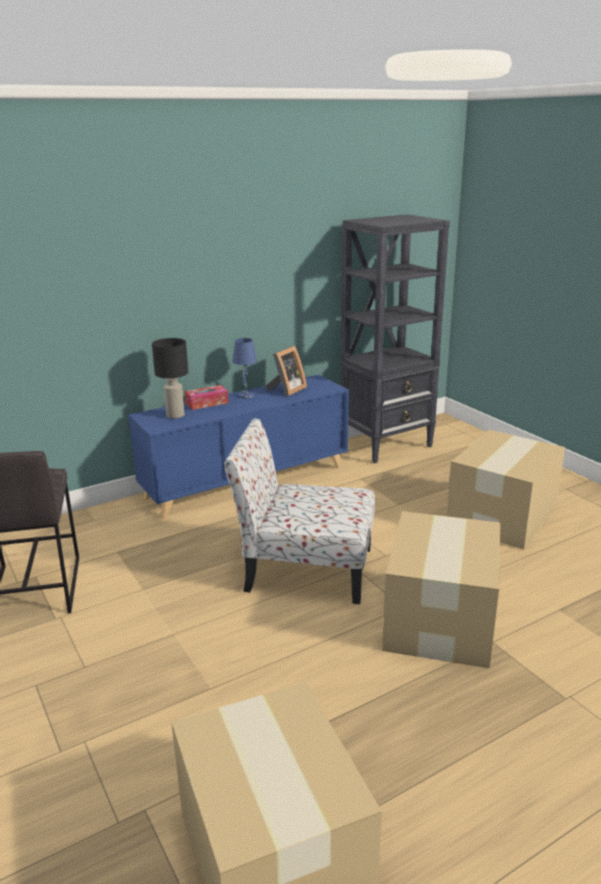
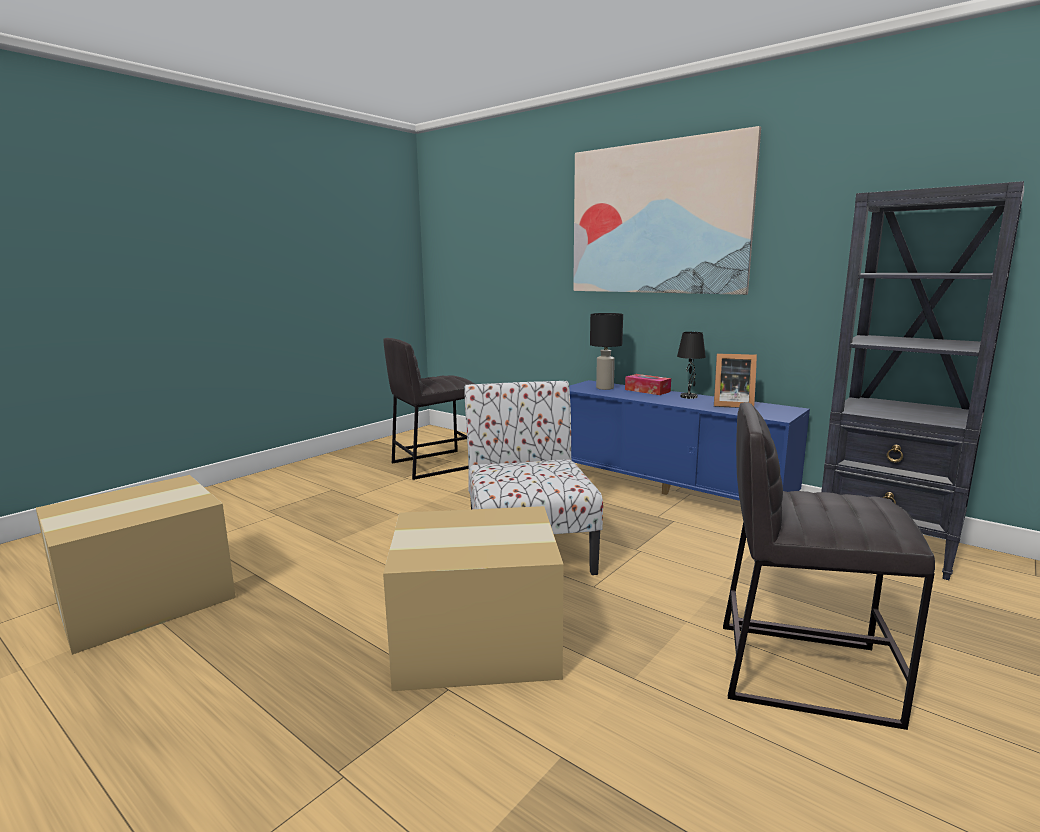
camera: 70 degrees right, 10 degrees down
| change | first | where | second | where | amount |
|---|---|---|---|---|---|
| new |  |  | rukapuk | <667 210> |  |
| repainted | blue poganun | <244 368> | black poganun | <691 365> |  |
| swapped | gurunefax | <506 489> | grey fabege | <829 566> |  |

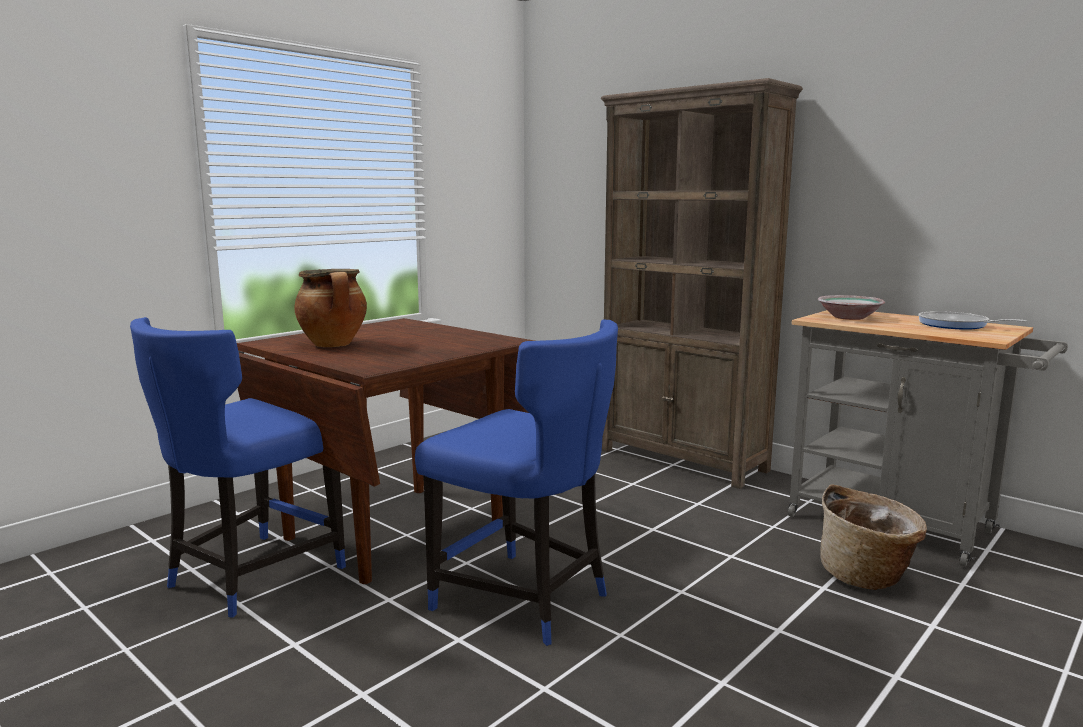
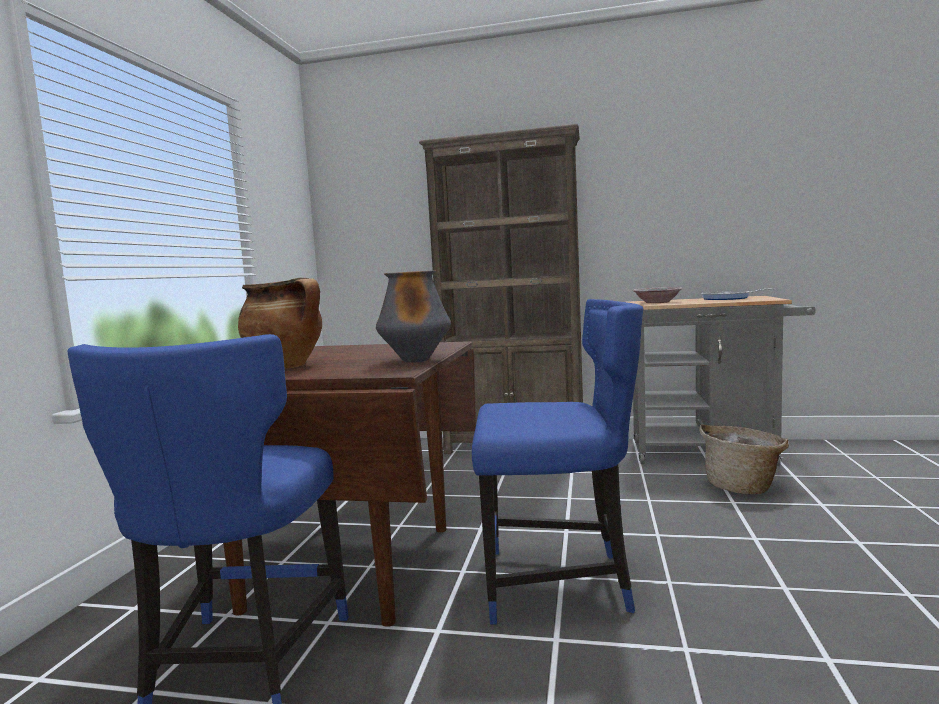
camera: 30 degrees left, 5 degrees down
| change | first | where | second | where | amount |
|---|---|---|---|---|---|
| new |  |  | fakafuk | <413 316> |  |

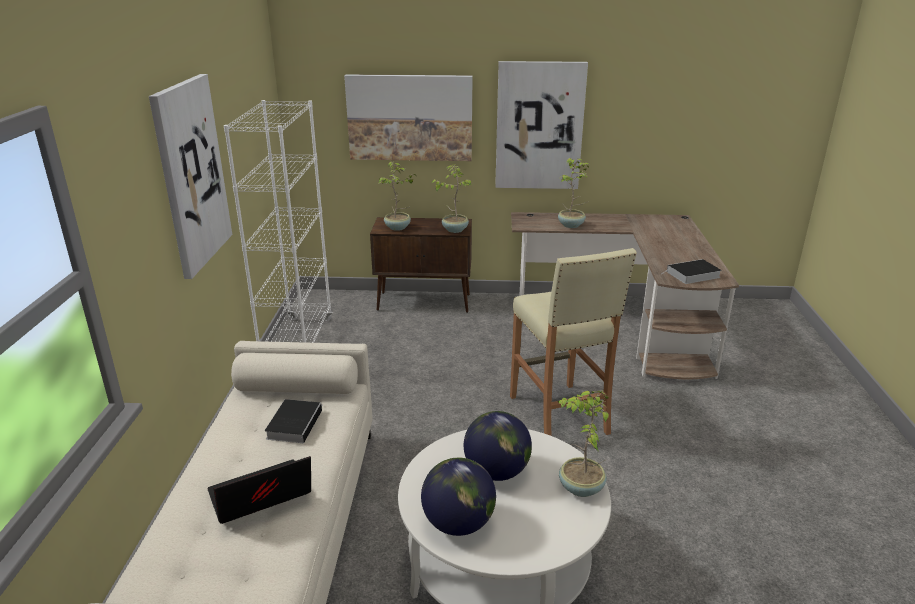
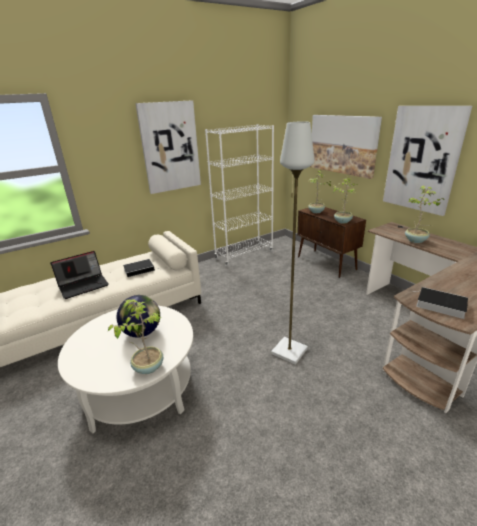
camera: 55 degrees right, 0 degrees up
| change | first | where | second | where | amount |
|---|---|---|---|---|---|
| rotated | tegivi | <259 490> |  | <79 275> | 120 degrees clockwise |
| swapped | beige fabege | <573 342> | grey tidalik | <292 243> |  |
| gone | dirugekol | <458 497> |  |  |  |

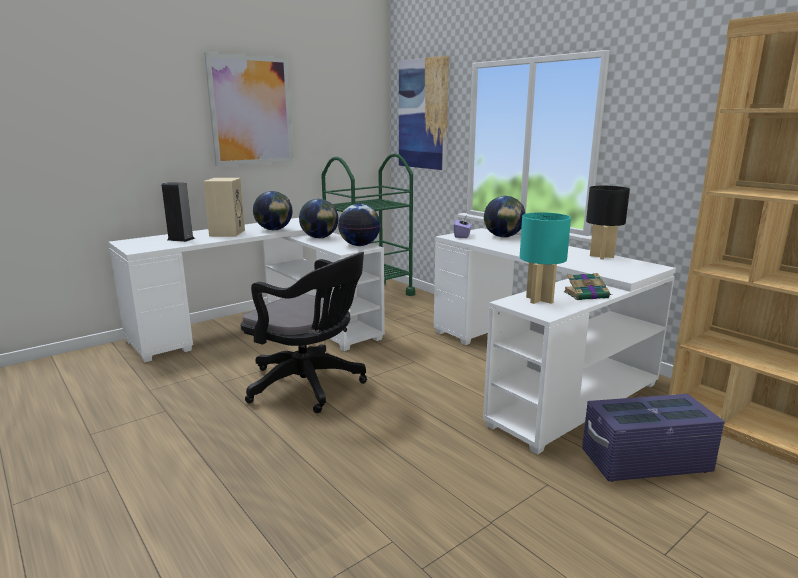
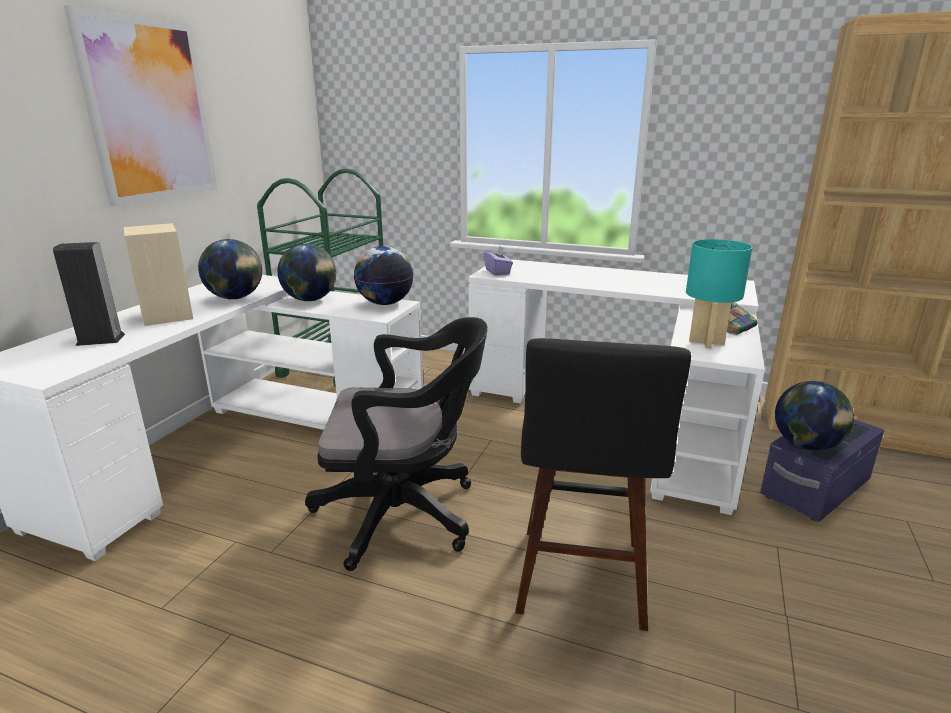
camera: 30 degrees left, 5 degrees up
| change | first | where | second | where | amount |
|---|---|---|---|---|---|
| new |  |  | black fabege | <603 484> |  |
| shifted | dirugekol | <504 217> |  | <814 415> |  |
| gone | rukapuk | <424 112> |  |  |  |
| gone | black poganun | <608 223> |  |  |  |

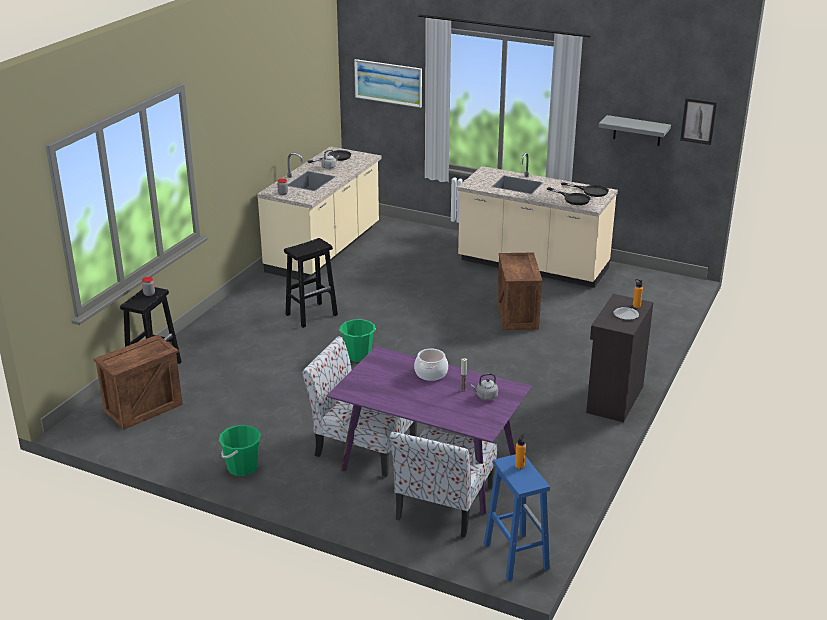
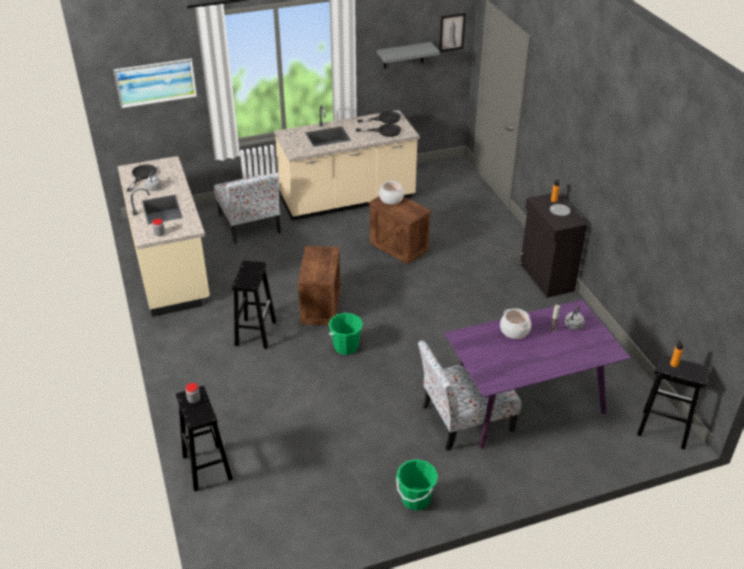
camera: 45 degrees left, 10 degrees up
| change | first | where | second | where | amount |
|---|---|---|---|---|---|
| shifted | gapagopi | <443 483> |  | <247 208> |  |
| shifted | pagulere | <138 382> |  | <319 285> |  |
| new |  |  | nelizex | <391 192> |  |
| repainted | blue fabege | <517 517> | black fabege | <673 402> |  |

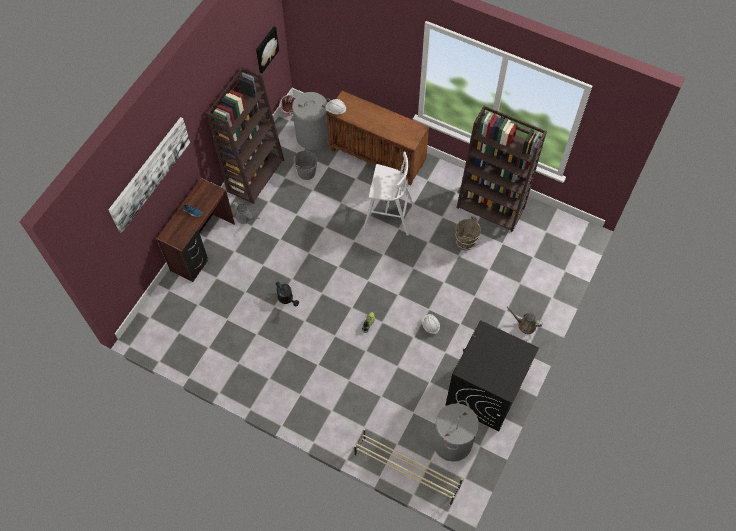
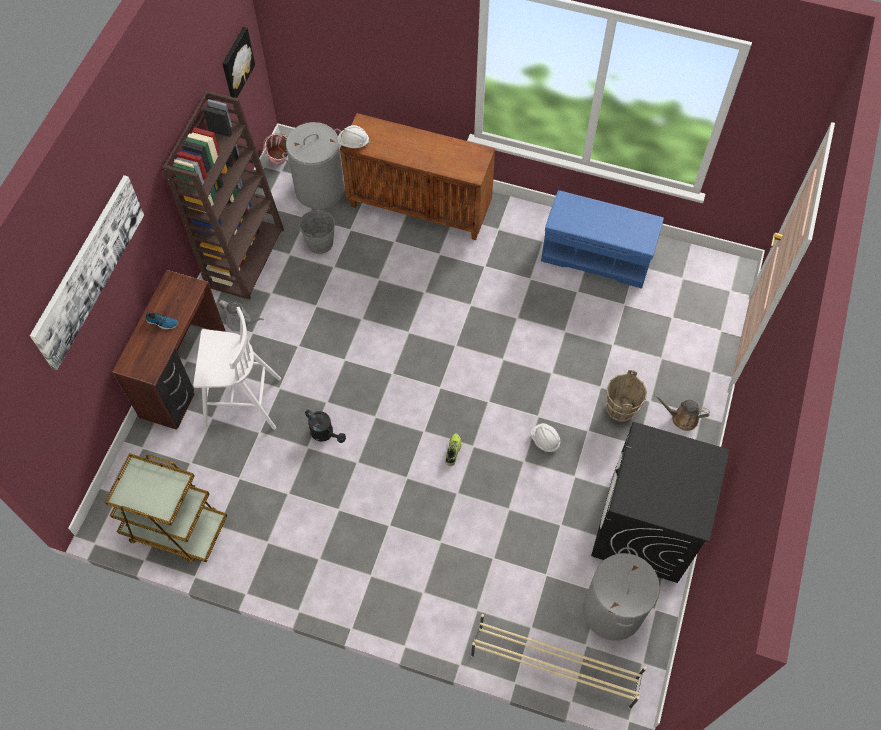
camera: 10 degrees left, 0 degrees up
| change | first | where | second | where | amount |
|---|---|---|---|---|---|
| new |  |  | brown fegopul | <166 507> |  |
| shifted | white fabege | <389 194> |  | <237 368> |  |
| swapped | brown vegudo | <502 169> | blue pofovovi | <602 239> |  |
| shifted | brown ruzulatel | <468 233> |  | <626 396> |  |

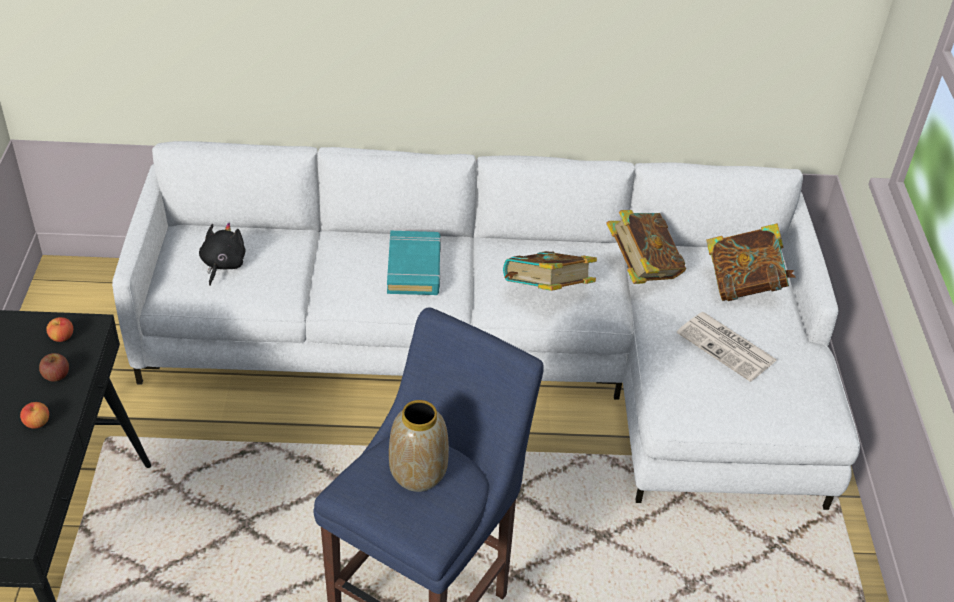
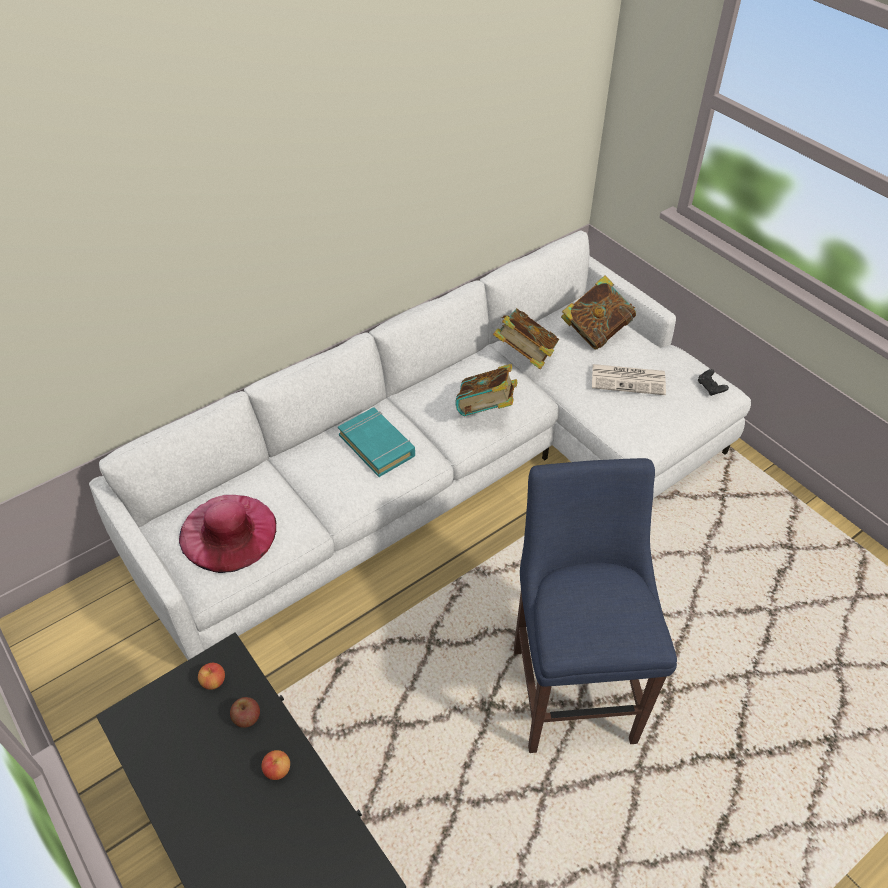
camera: 35 degrees left, 5 degrees up
| change | first | where | second | where | amount |
|---|---|---|---|---|---|
| swapped | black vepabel | <222 254> | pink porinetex | <227 534> |  |
| new |  |  | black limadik | <713 382> |  |
| gone | fakafuk | <419 446> |  |  |  |

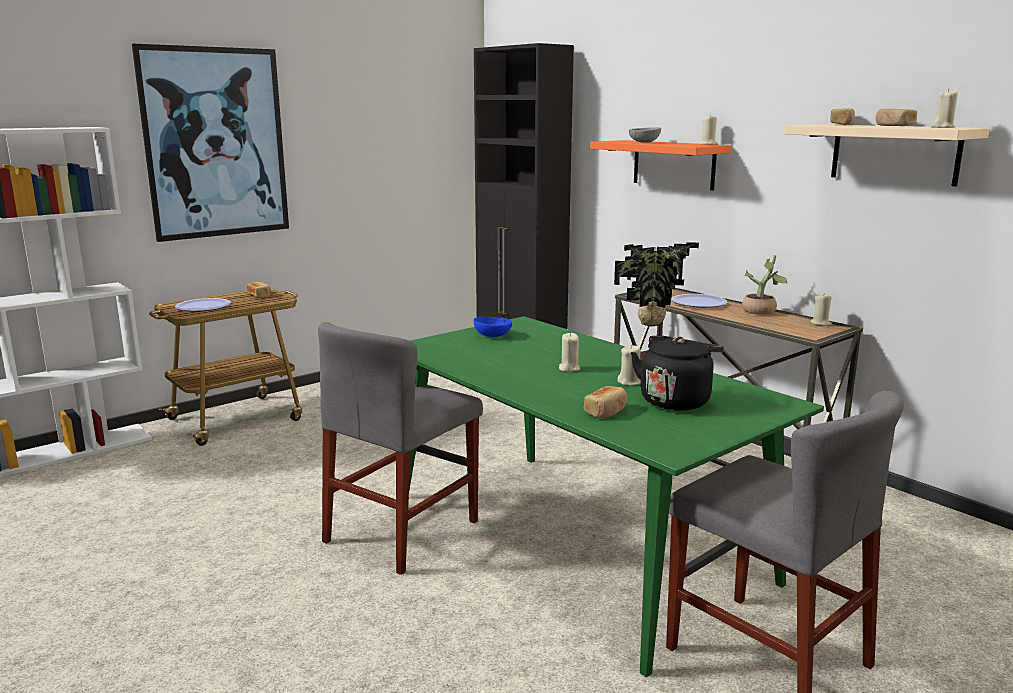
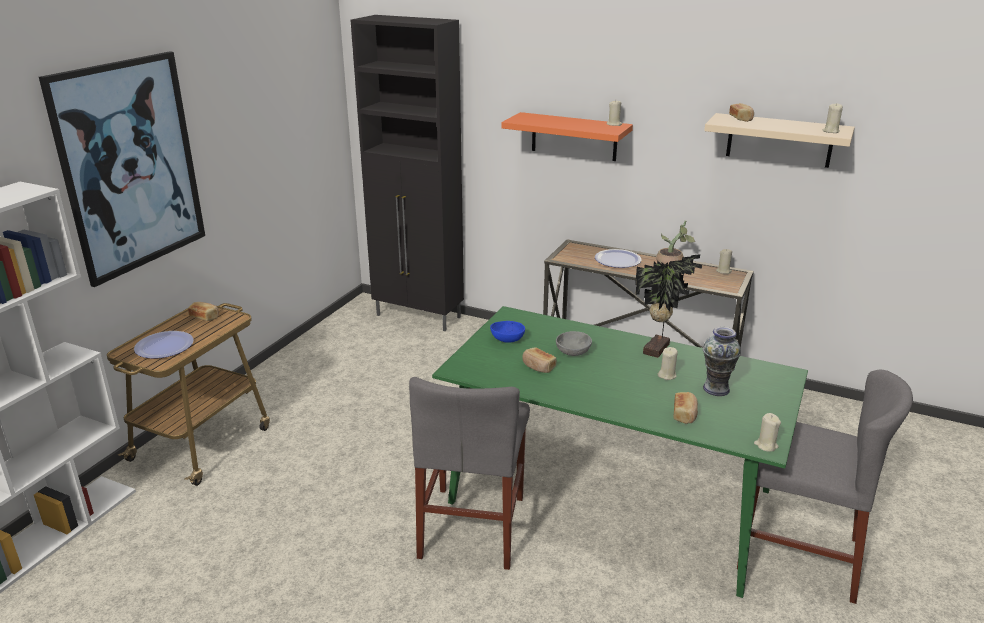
camera: 25 degrees left, 10 degrees up
| change | first | where | second | where | amount |
|---|---|---|---|---|---|
| shifted | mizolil | <896 117> |  | <539 360> |  |
| shifted | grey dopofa | <645 135> |  | <574 343> |  |
| swapped | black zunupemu | <677 373> | fakafuk | <722 361> |  |
| shifted | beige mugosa | <569 352> |  | <767 432> |  |

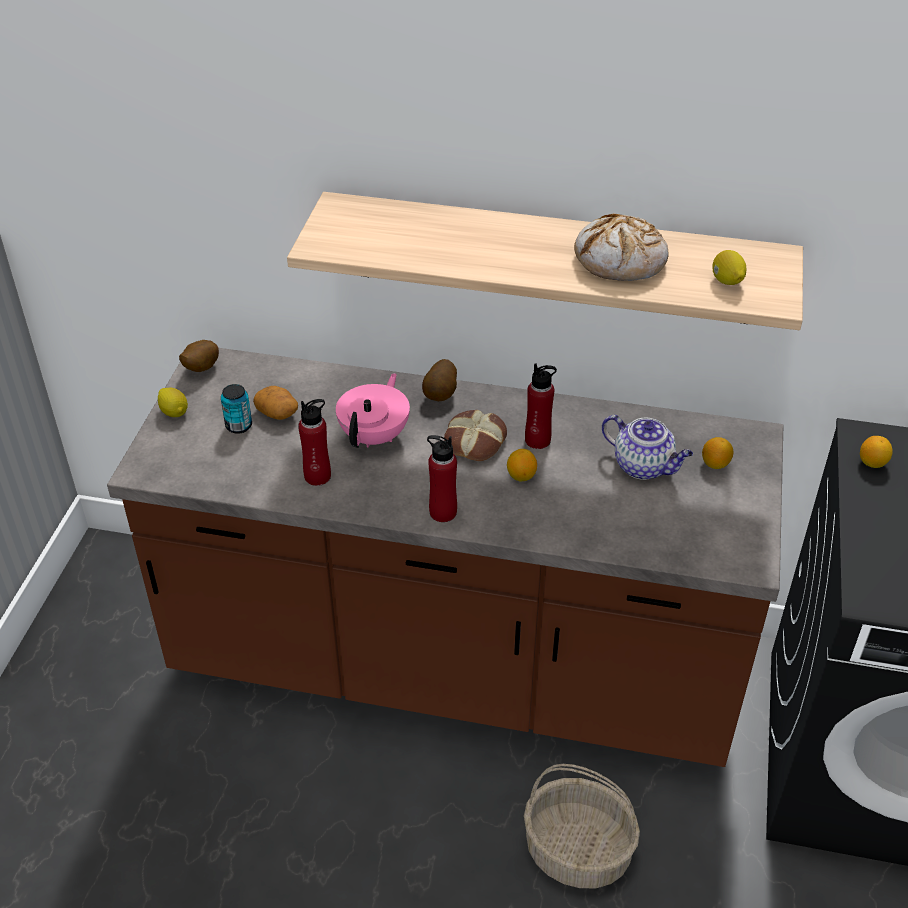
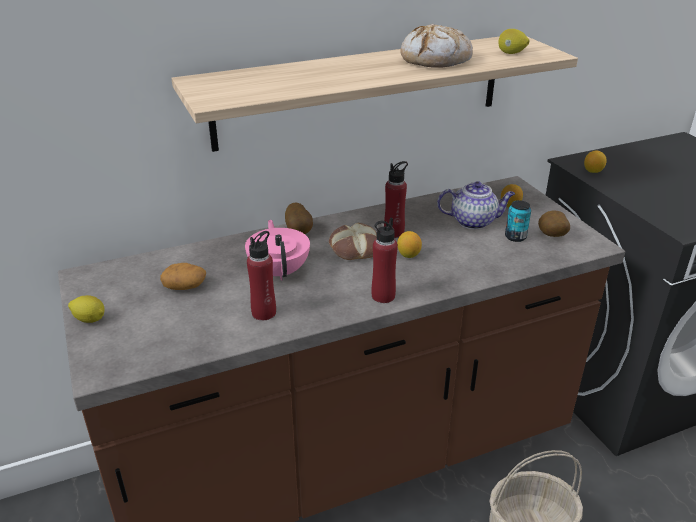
camera: 35 degrees left, 10 degrees down
| change | first | where | second | where | amount |
|---|---|---|---|---|---|
| shifted | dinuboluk | <236 409> |  | <518 221> |  |
| shifted | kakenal | <199 356> |  | <554 223> |  |

